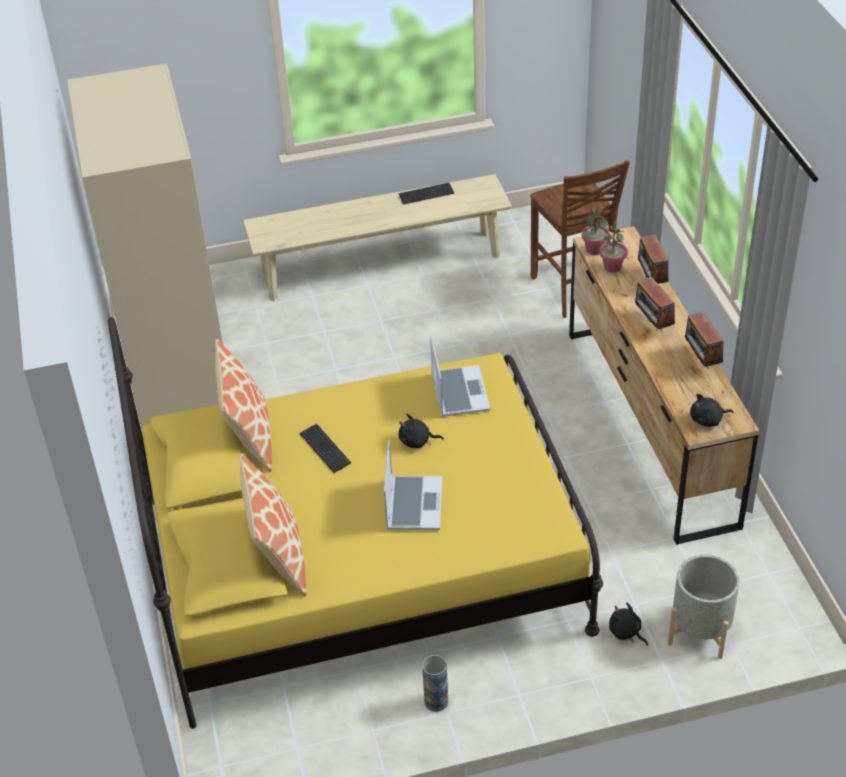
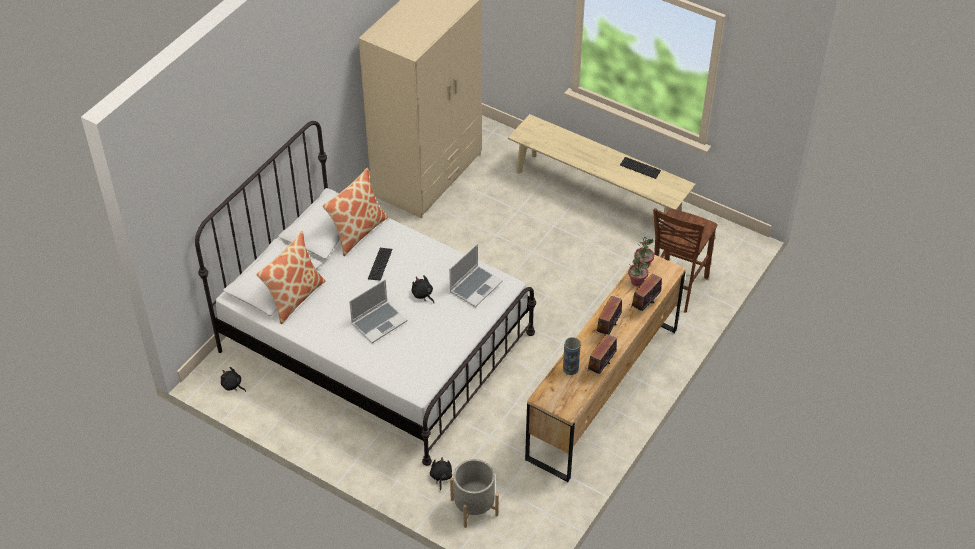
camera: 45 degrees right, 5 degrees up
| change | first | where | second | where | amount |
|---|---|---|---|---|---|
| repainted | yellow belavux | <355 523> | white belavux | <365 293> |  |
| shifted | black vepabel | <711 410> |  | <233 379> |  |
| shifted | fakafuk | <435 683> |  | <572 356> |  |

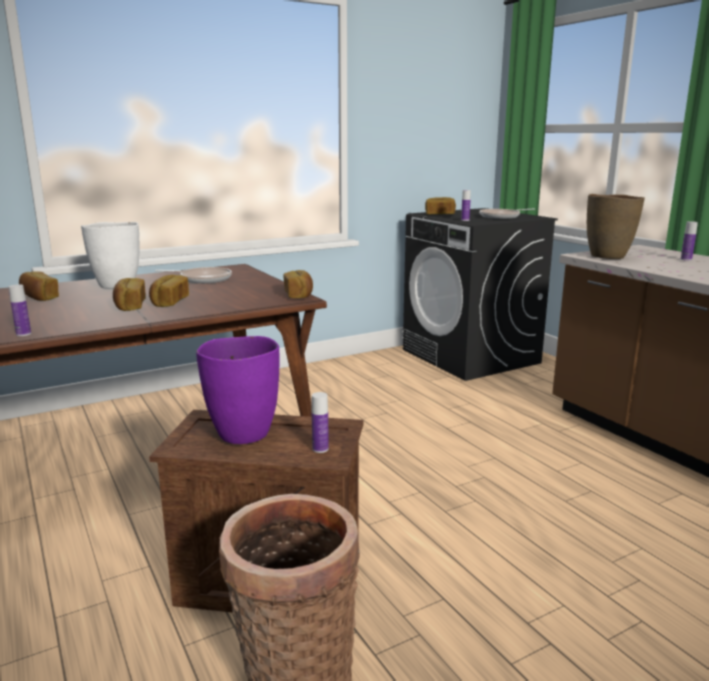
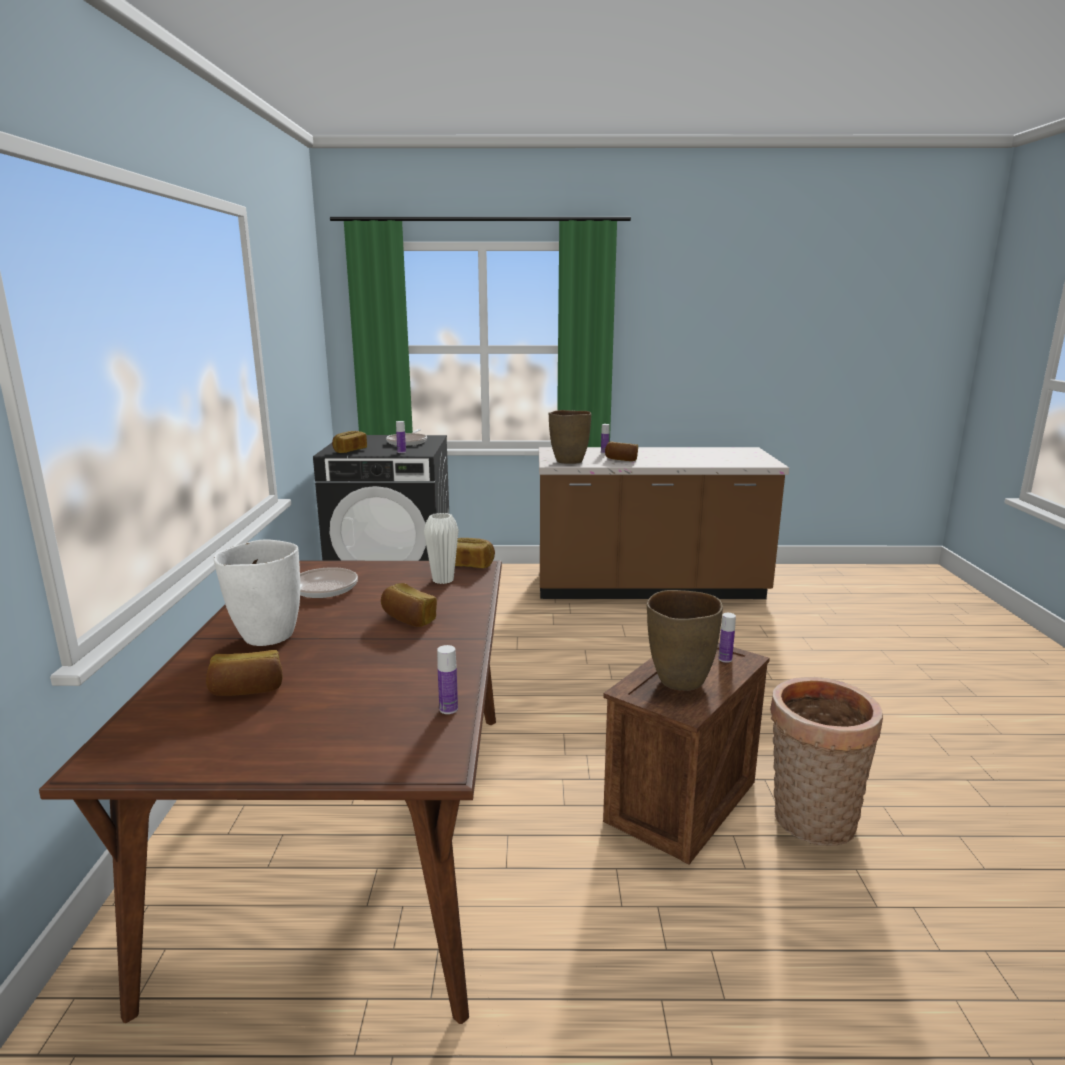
camera: 60 degrees left, 0 degrees up
| change | first | where | second | where | amount |
|---|---|---|---|---|---|
| new |  |  | white fakafuk | <441 548> |  |
| shifted | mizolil | <129 294> |  | <621 451> |  |
| repainted | purple fakafuk | <238 390> | brown fakafuk | <685 640> |  |

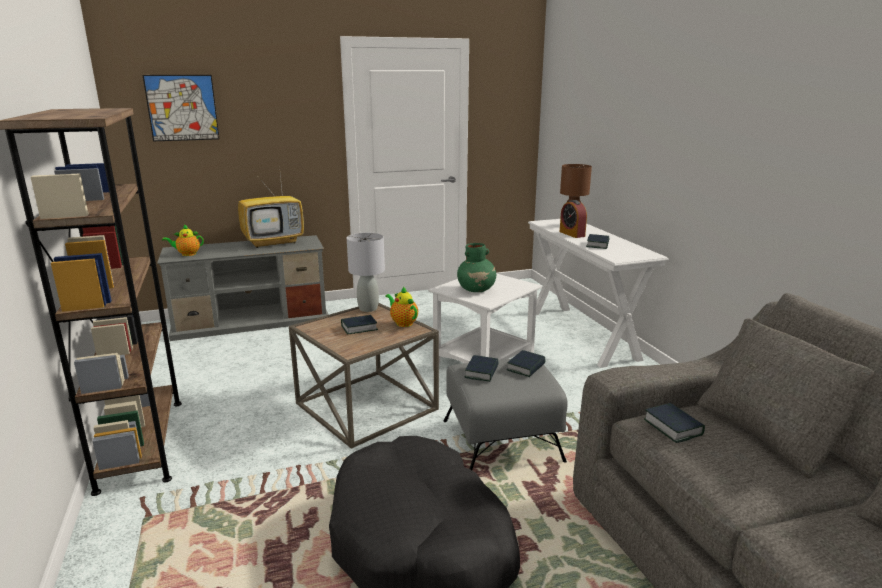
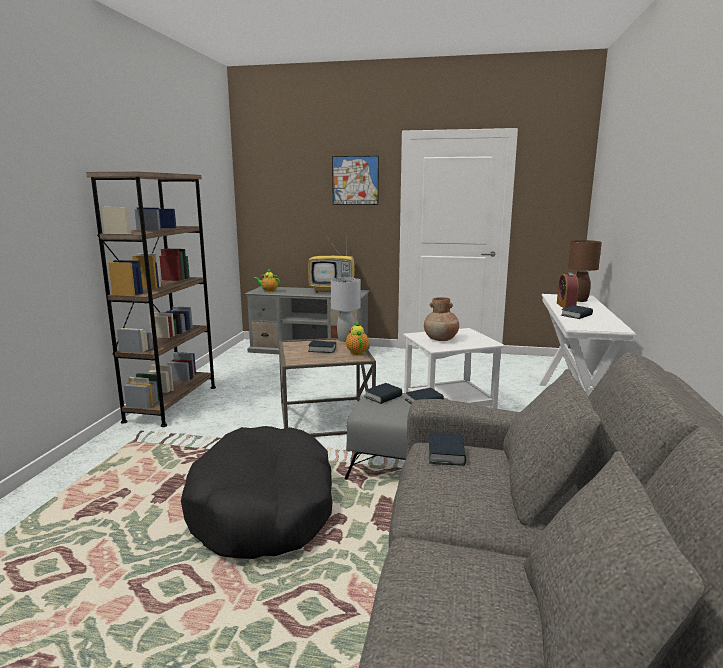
camera: 30 degrees right, 5 degrees down
| change | first | where | second | where | amount |
|---|---|---|---|---|---|
| shifted | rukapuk | <181 108> |  | <355 180> |  |
| repainted | green fakafuk | <476 267> | brown fakafuk | <441 319> |  |

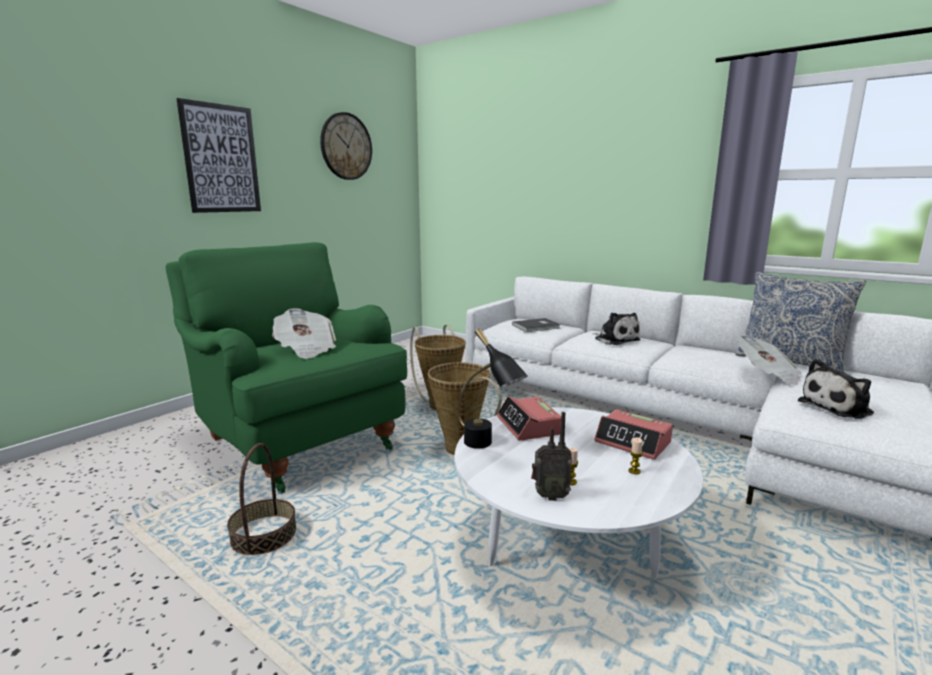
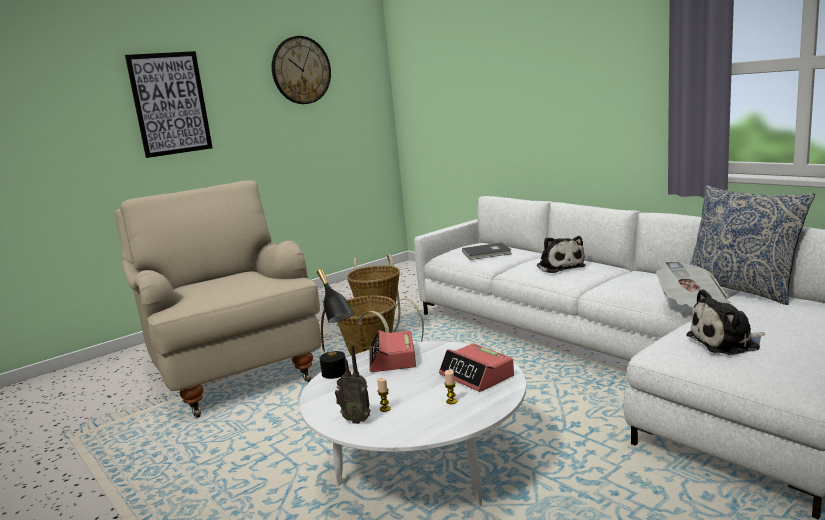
camera: 15 degrees right, 0 degrees up
| change | first | where | second | where | amount |
|---|---|---|---|---|---|
| repainted | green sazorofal | <286 367> | beige sazorofal | <217 299> |  |
| gone | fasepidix | <261 499> |  |  |  |
| gone | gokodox | <304 333> |  |  |  |

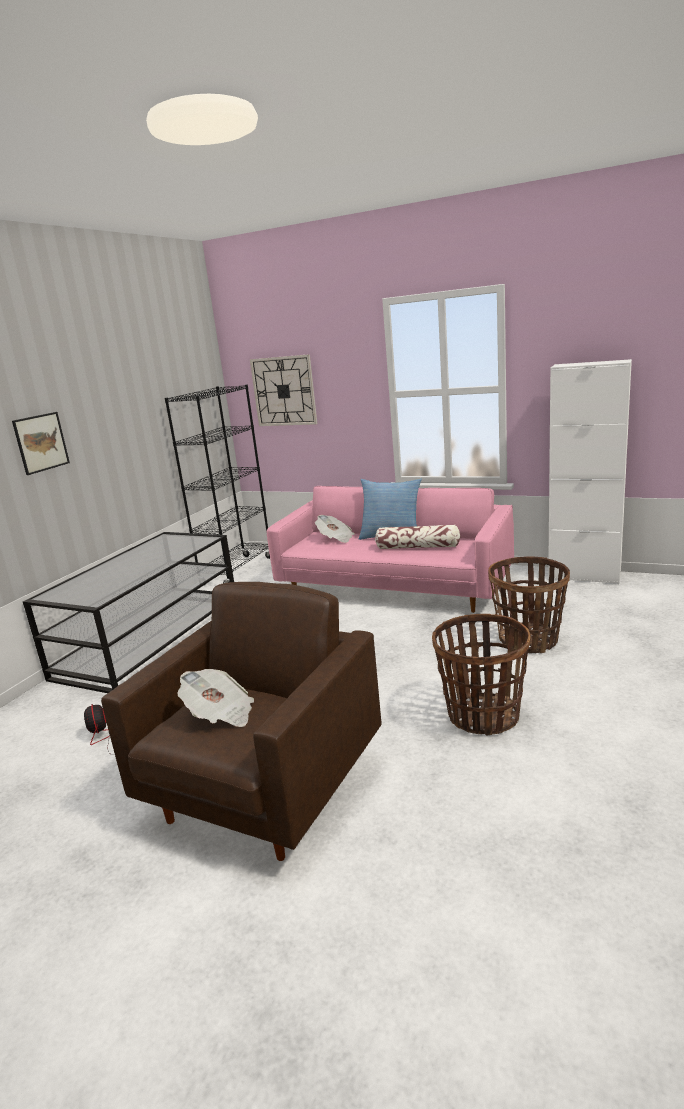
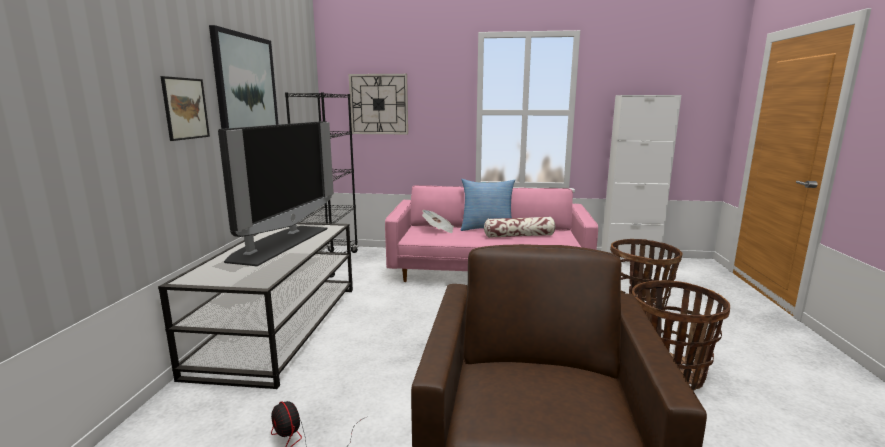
camera: 20 degrees left, 5 degrees down
| change | first | where | second | where | amount |
|---|---|---|---|---|---|
| new |  |  | rukapuk | <244 77> |  |
| new |  |  | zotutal | <276 193> |  |
| gone | gokodox | <215 698> |  |  |  |

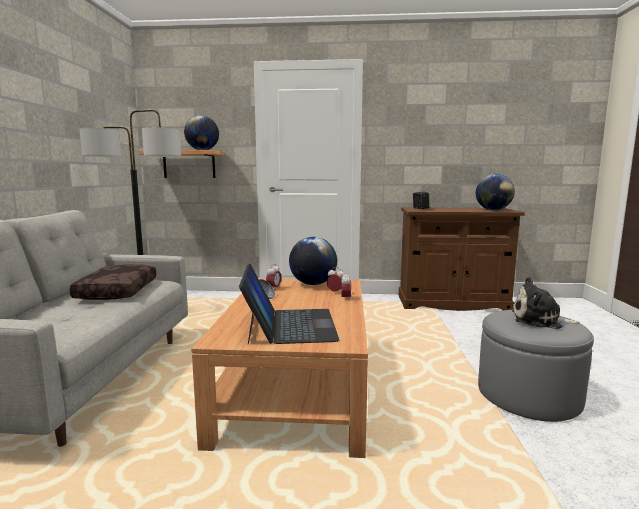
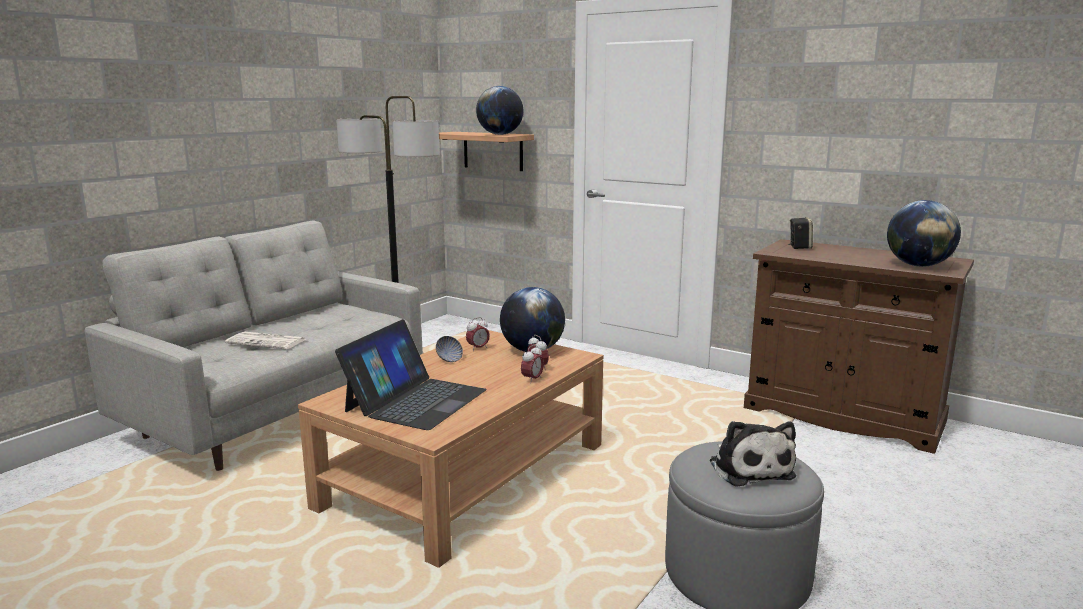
camera: 30 degrees right, 5 degrees up
| change | first | where | second | where | amount |
|---|---|---|---|---|---|
| new |  |  | gokodox | <266 340> |  |
| rotated | vepabel | <546 303> |  | <752 454> | 150 degrees counterclockwise |
| gone | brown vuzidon | <112 282> |  |  |  |

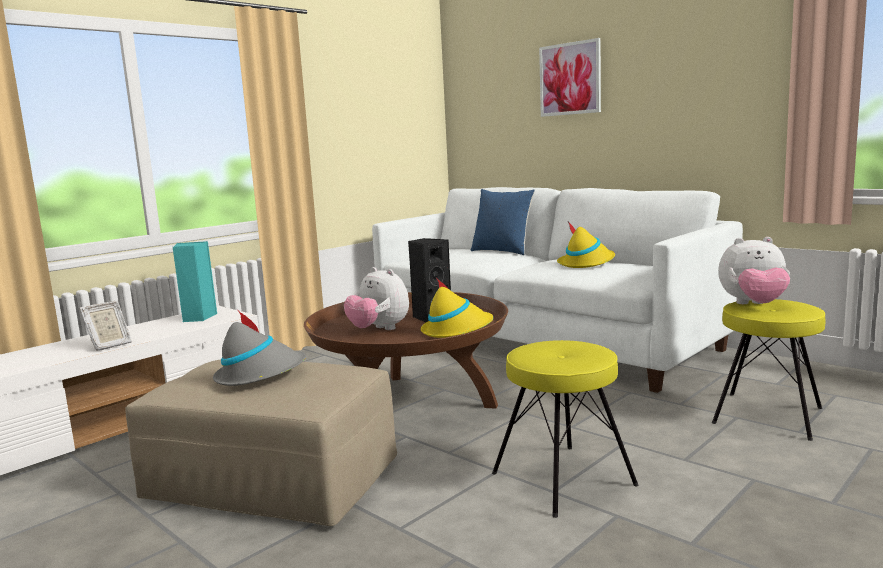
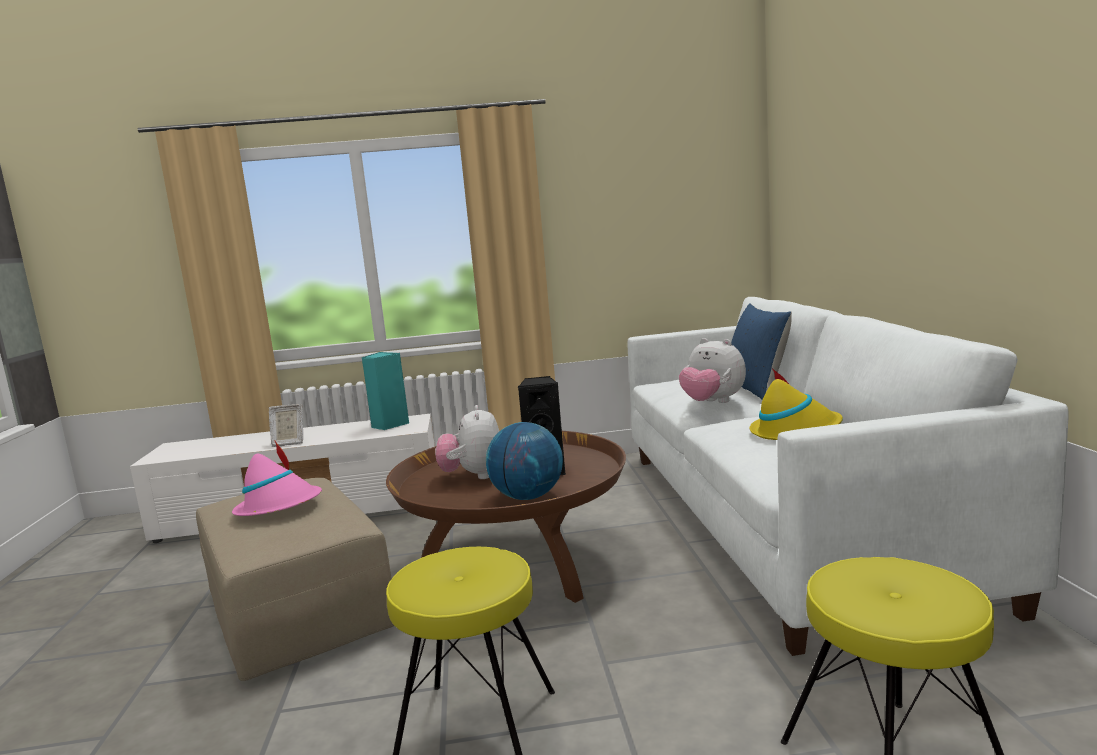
camera: 40 degrees right, 0 degrees up
| change | first | where | second | where | amount |
|---|---|---|---|---|---|
| repainted | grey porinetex | <259 348> | pink porinetex | <277 478> |  |
| swapped | yellow porinetex | <457 308> | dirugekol | <524 461> |  |
| shifted | vepabel | <754 270> |  | <712 370> |  |
| gone | rukapuk | <570 77> |  |  |  |

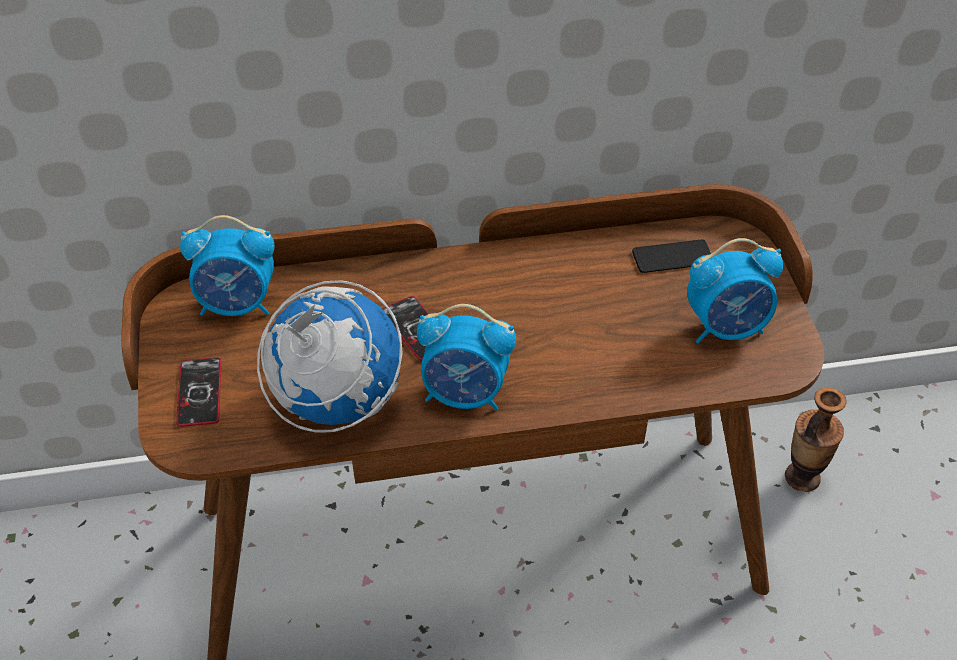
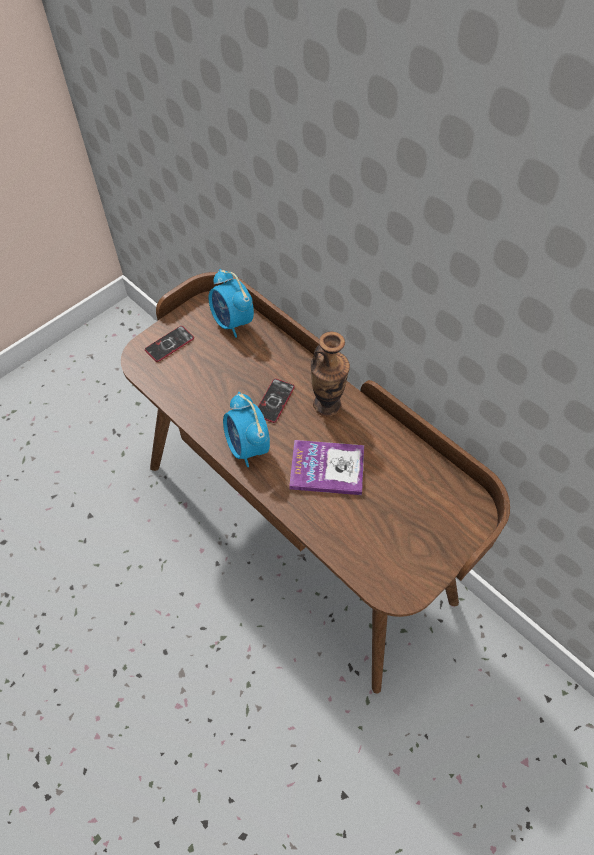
camera: 55 degrees right, 10 degrees up
| change | first | where | second | where | amount |
|---|---|---|---|---|---|
| new |  |  | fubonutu | <326 467> |  |
| shifted | fakafuk | <816 440> |  | <330 374> |  |
| gone | dirugekol | <330 357> |  |  |  |
| gone | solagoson | <671 256> |  |  |  |
| gone | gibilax | <735 291> |  |  |  |

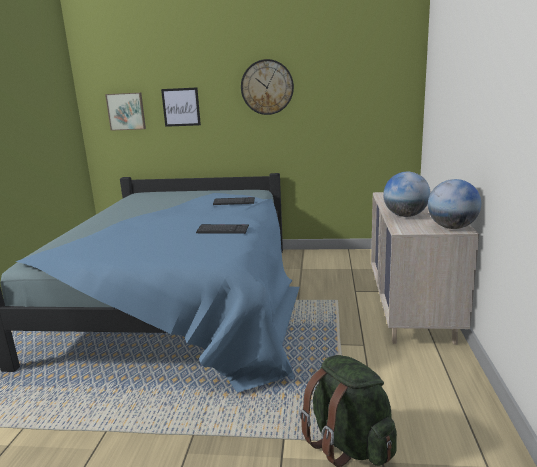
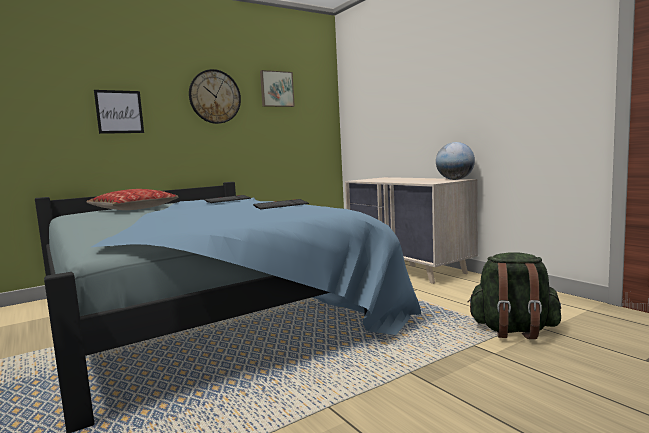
camera: 40 degrees left, 10 degrees down
| change | first | where | second | where | amount |
|---|---|---|---|---|---|
| new |  |  | vuzidon | <132 199> |  |
| shifted | rukapuk | <125 112> |  | <277 88> |  |
| gone | dirugekol | <407 194> |  |  |  |

